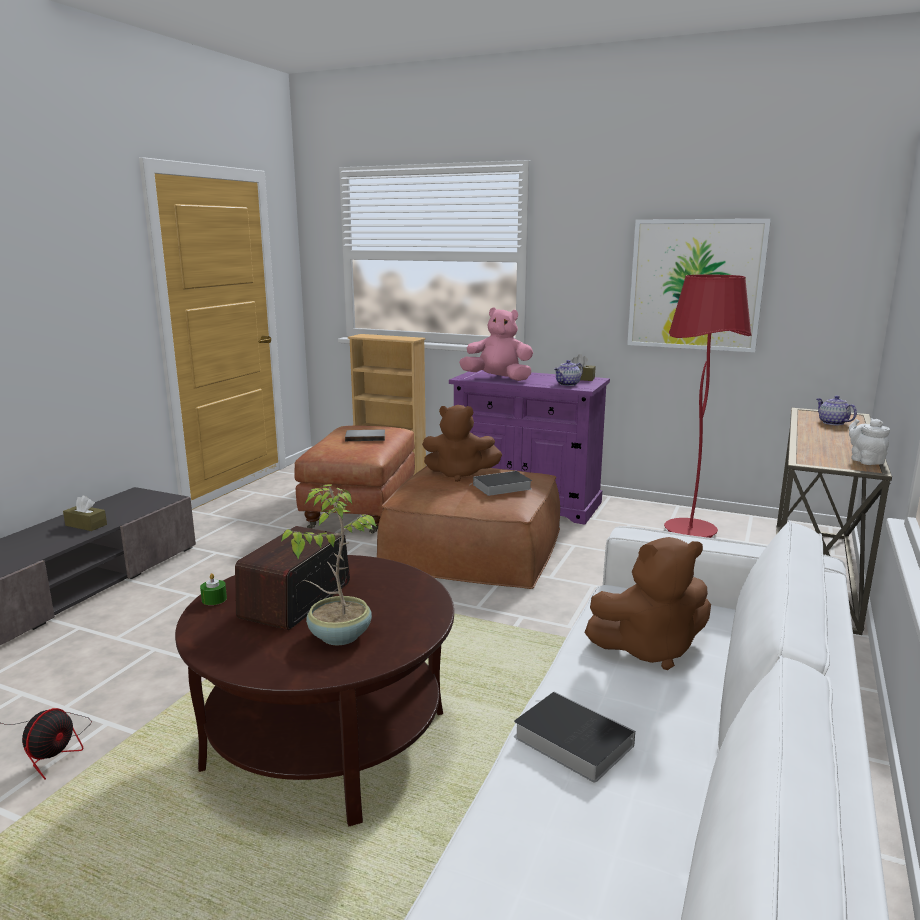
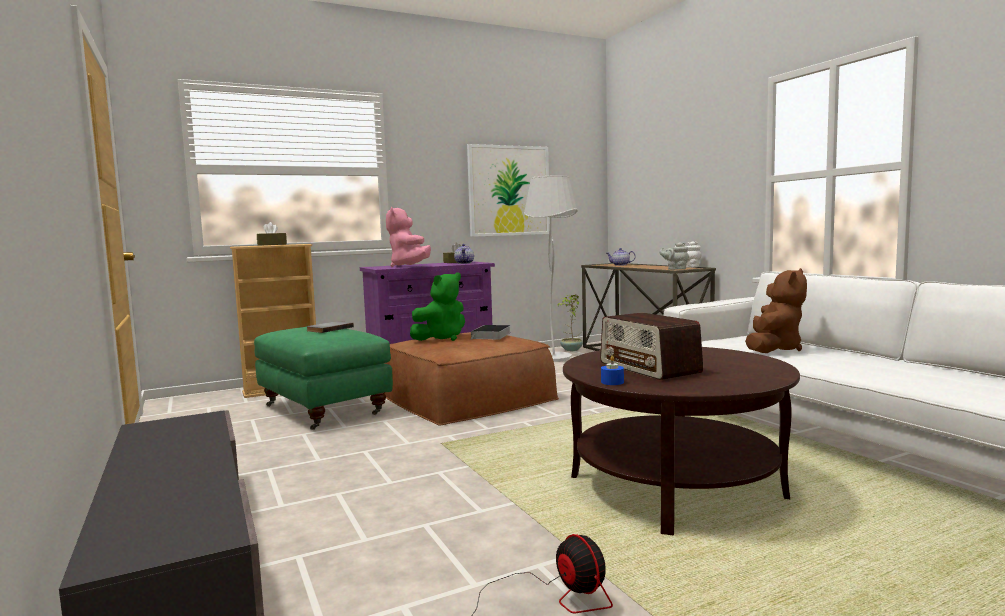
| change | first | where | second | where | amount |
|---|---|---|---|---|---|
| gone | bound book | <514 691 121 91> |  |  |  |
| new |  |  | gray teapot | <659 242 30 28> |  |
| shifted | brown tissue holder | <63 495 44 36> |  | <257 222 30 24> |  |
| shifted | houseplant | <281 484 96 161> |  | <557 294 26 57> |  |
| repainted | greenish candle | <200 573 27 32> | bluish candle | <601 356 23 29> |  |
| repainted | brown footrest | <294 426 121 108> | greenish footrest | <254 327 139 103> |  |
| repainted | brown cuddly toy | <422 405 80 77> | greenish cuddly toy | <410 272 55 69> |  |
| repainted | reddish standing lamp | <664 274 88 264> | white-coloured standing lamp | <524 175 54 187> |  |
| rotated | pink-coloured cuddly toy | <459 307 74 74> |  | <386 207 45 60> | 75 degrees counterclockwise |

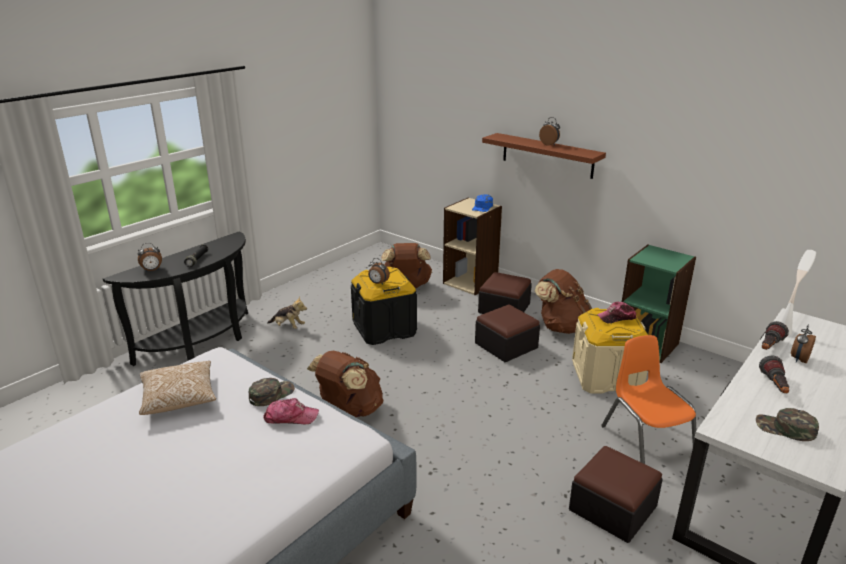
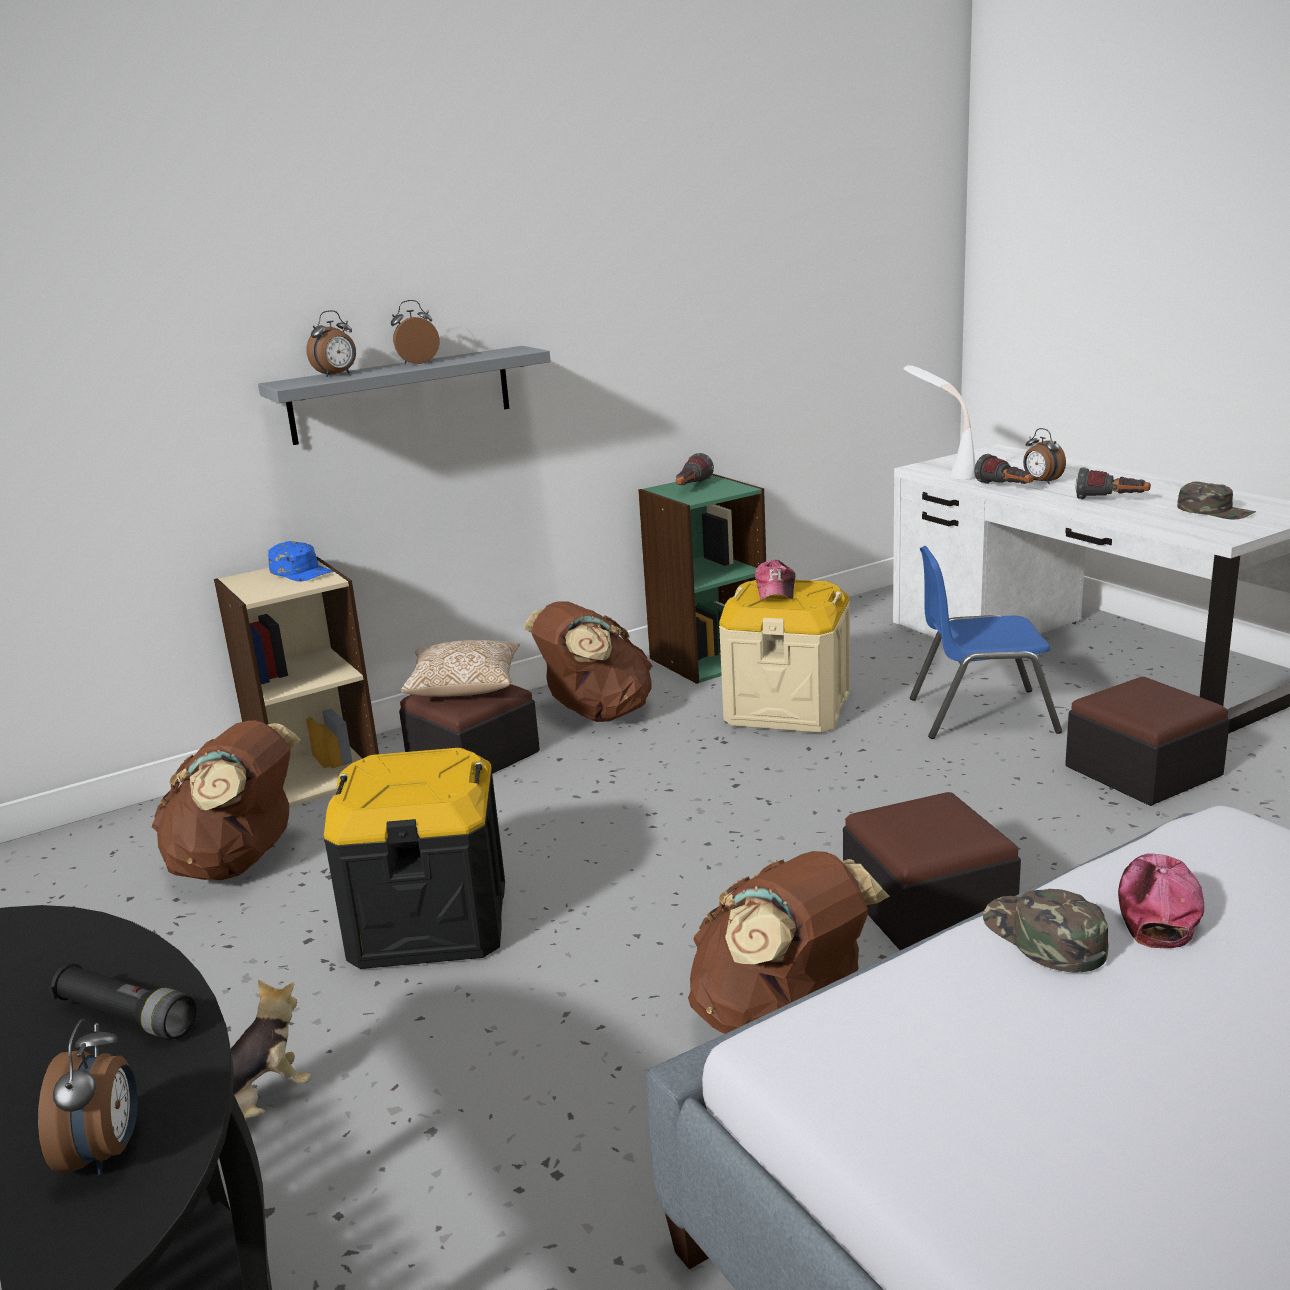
| change | first | where | second | where | amount |
|---|---|---|---|---|---|
| new |  |  | torch | <676 453 38 32> |  |
| shifted | throw pillow | <139 361 77 54> |  | <401 640 119 57> |  |
| shifted | alarm clock | <368 258 22 27> |  | <306 310 50 67> |  |
| shifted | footrest | <475 305 65 57> |  | <843 792 178 158> |  |
| repainted | brown bracket shelf | <482 133 124 46> | gray bracket shelf | <258 346 292 99> |  |
| repainted | orange-coloured chair | <601 335 96 129> | bluish chair | <910 546 152 193> |  |
| rotated | greenish baseball cap | <756 408 63 33> |  | <1177 482 79 38> | 90 degrees counterclockwise |

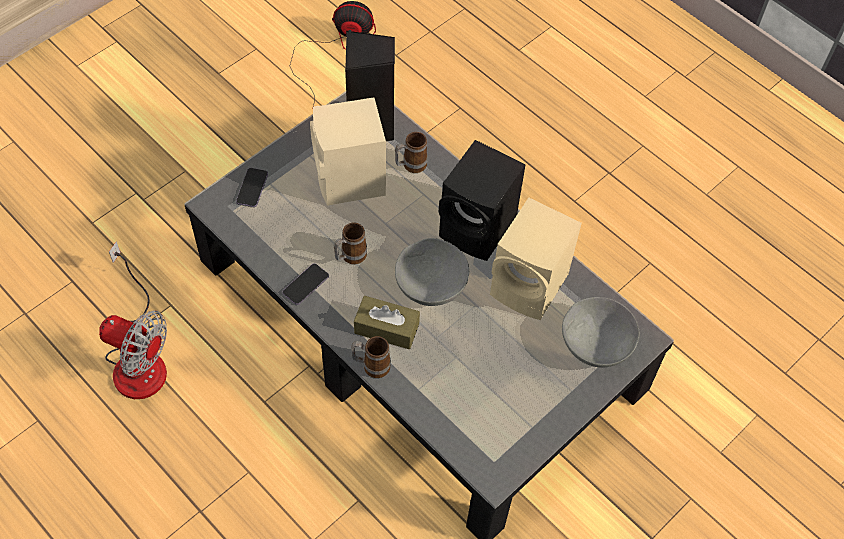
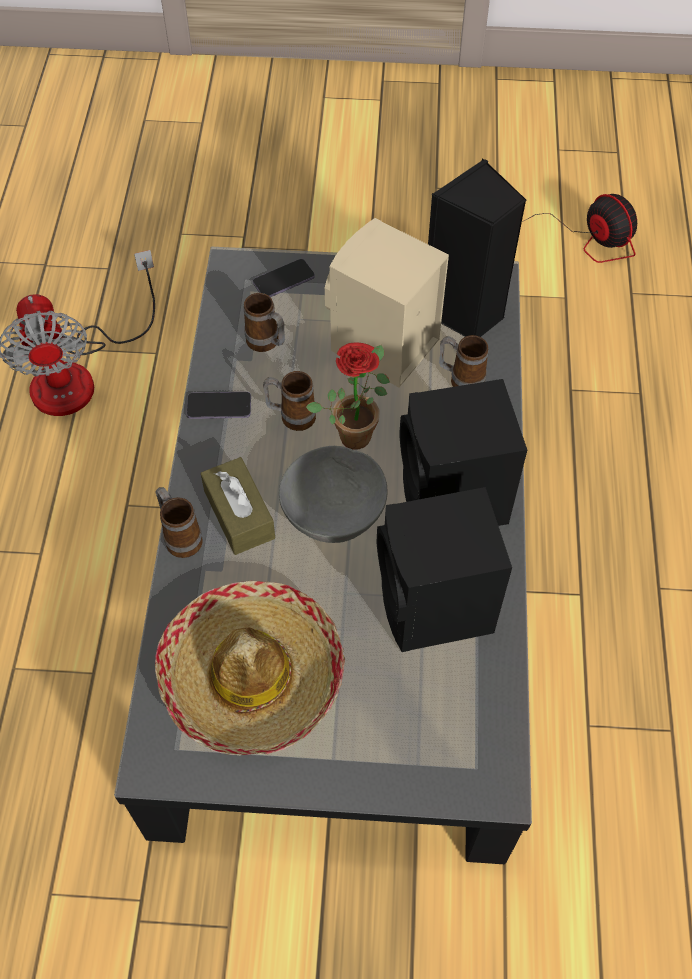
| change | first | where | second | where | amount |
|---|---|---|---|---|---|
| gone | gray serving bowl | <562 297 78 71> |  |  |  |
| new |  |  | clothing hat | <155 581 190 174> |  |
| new |  |  | coffee mug | <244 293 41 59> |  |
| new |  |  | houseplant | <306 342 84 107> |  |
| repainted | sand-coloured loudspeaker | <490 197 92 123> | black loudspeaker | <377 487 135 165> |  |

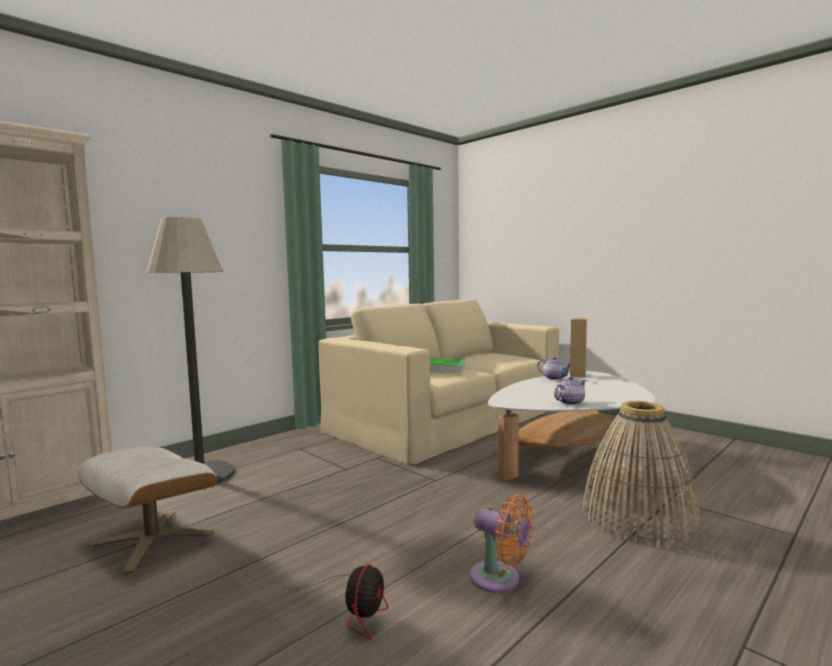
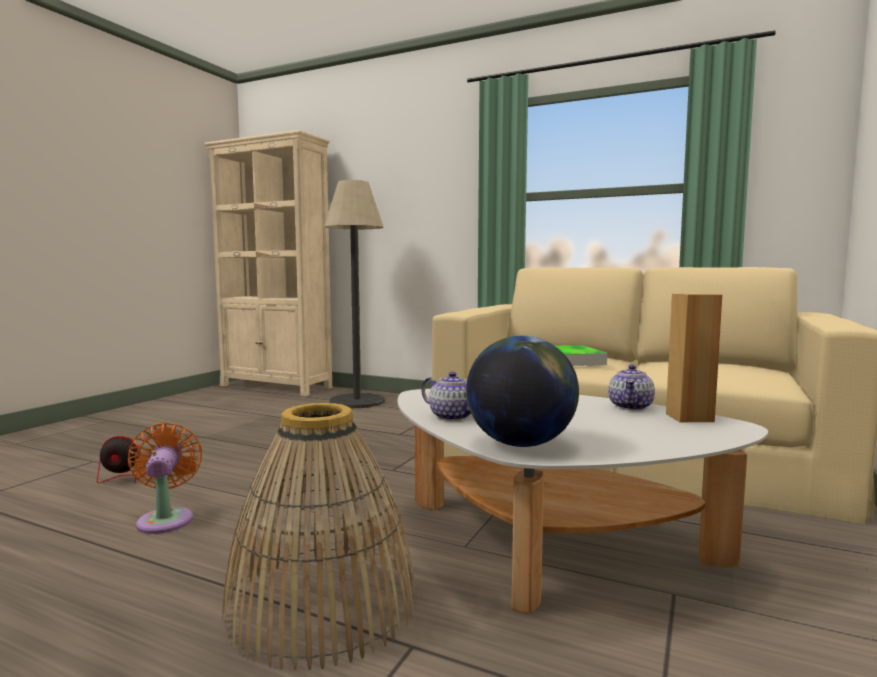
| change | first | where | second | where | amount |
|---|---|---|---|---|---|
| gone | sand-coloured footrest | <78 447 139 127> |  |  |  |
| new |  |  | world globe | <466 336 113 111> |  |
| rotated | orange-coloured electric fan | <470 494 64 99> |  | <128 423 74 111> | 150 degrees clockwise |

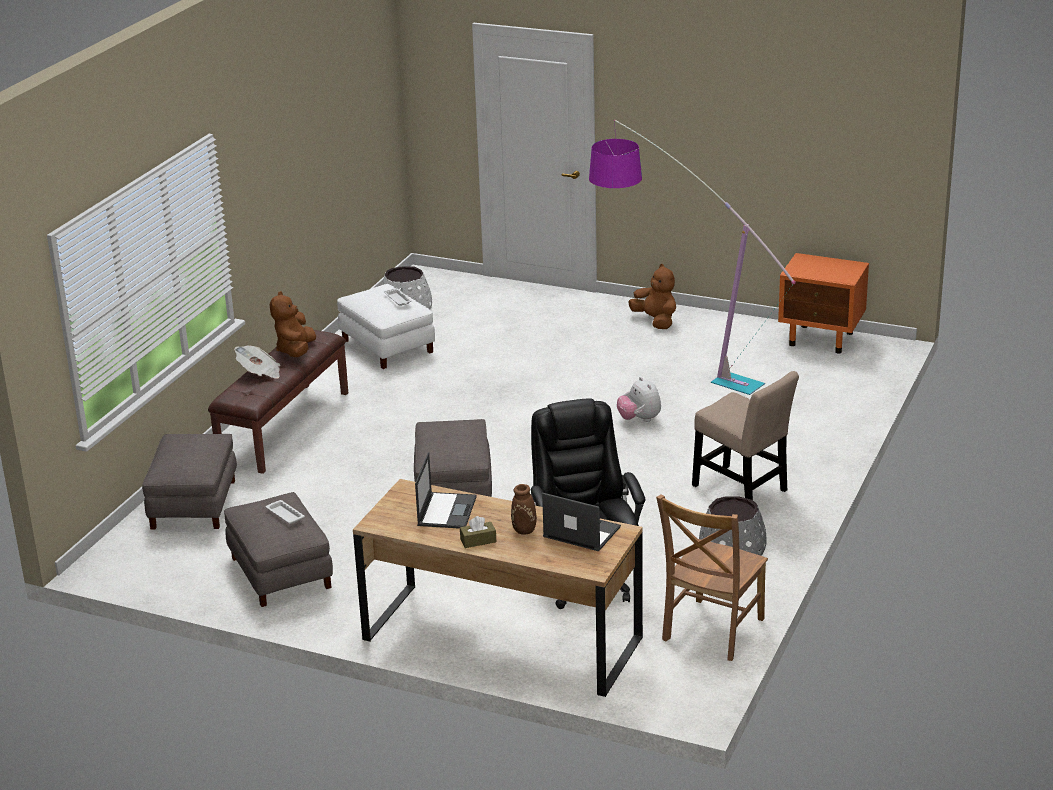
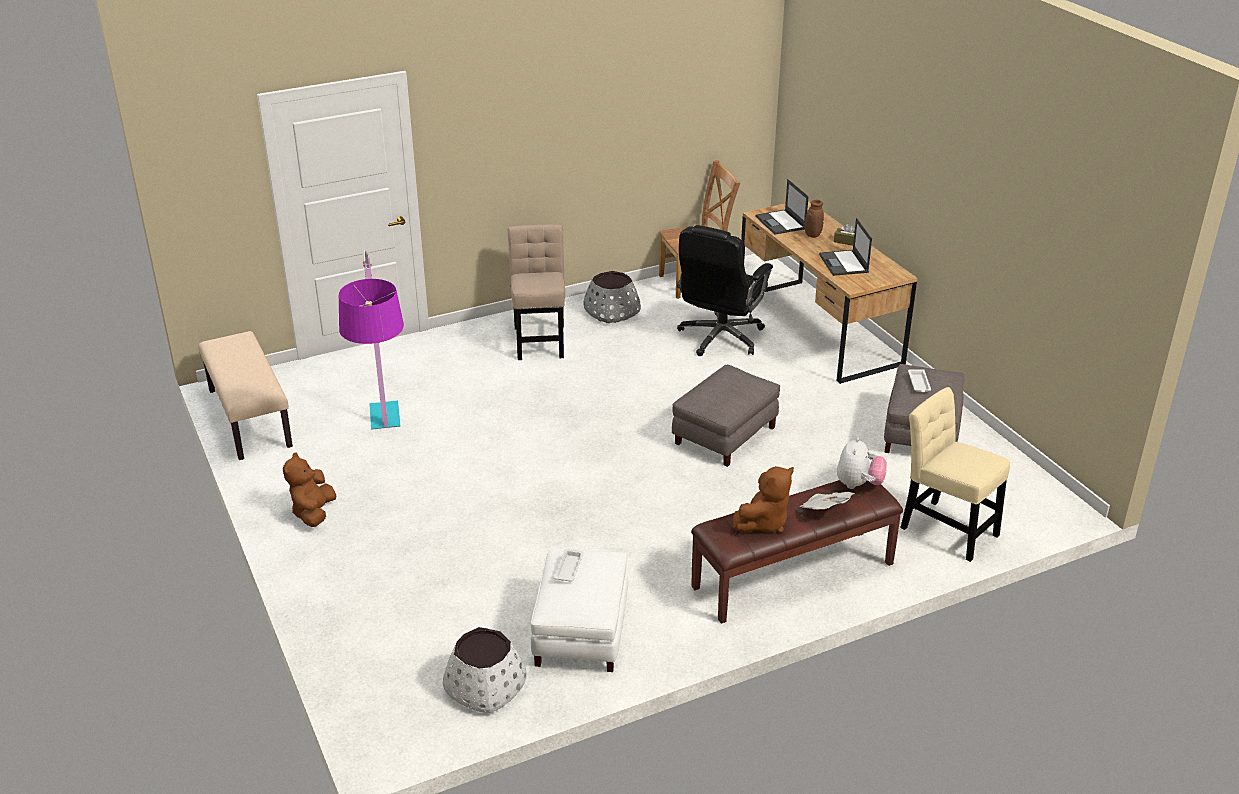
| change | first | where | second | where | amount |
|---|---|---|---|---|---|
| shifted | cuddly toy | <617 377 44 45> |  | <837 437 50 52> |  |
| swapped | gray footrest | <142 434 95 96> | sand-coloured chair | <900 387 110 175> |  |
| swapped | orange-coloured nightstand | <778 253 91 101> | sand-coloured long seat | <198 331 95 129> |  |
| rotated | notebook computer | <415 452 61 77> |  | <819 218 53 58> | 60 degrees counterclockwise |

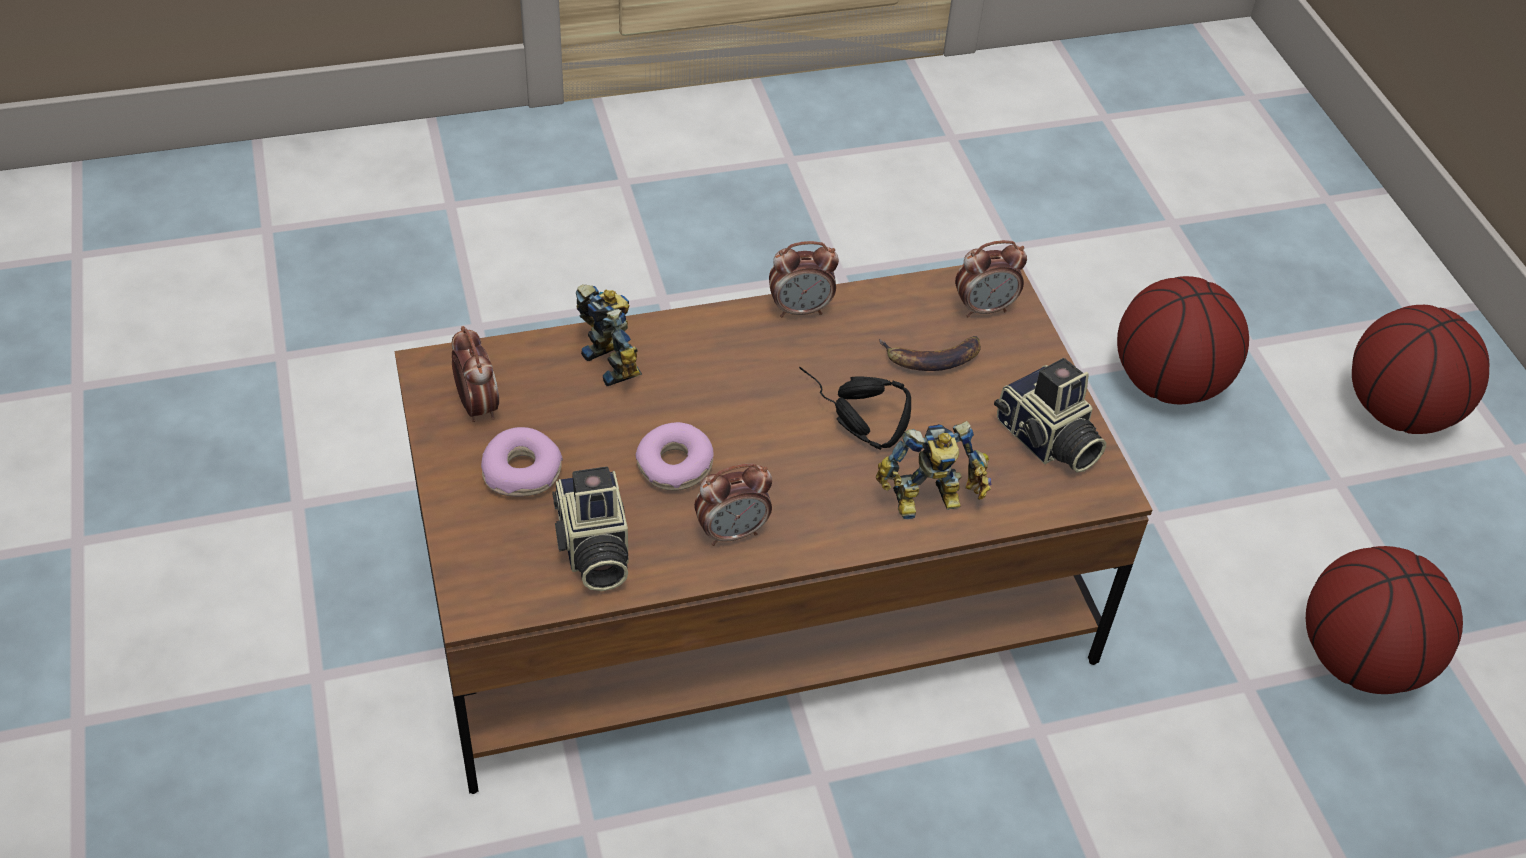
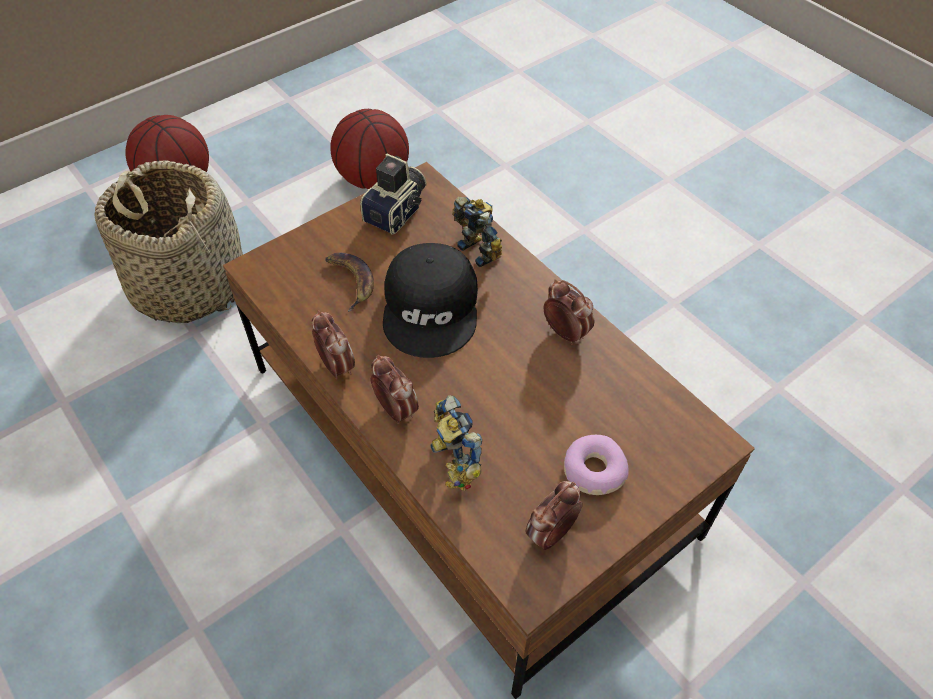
| change | first | where | second | where | amount |
|---|---|---|---|---|---|
| gone | still camera | <552 467 77 124> |  |  |  |
| gone | ring doughnut | <636 422 77 69> |  |  |  |
| shifted | alarm clock | <955 240 72 77> |  | <370 355 49 69> |  |
| swapped | black headset | <799 367 112 83> | black baseball cap | <383 243 95 115> |  |
| swapped | basketball | <1117 276 132 128> | storage basket | <94 161 149 162> |  |
| rotated | model robot | <576 284 66 102> |  | <430 395 52 96> | 60 degrees counterclockwise |

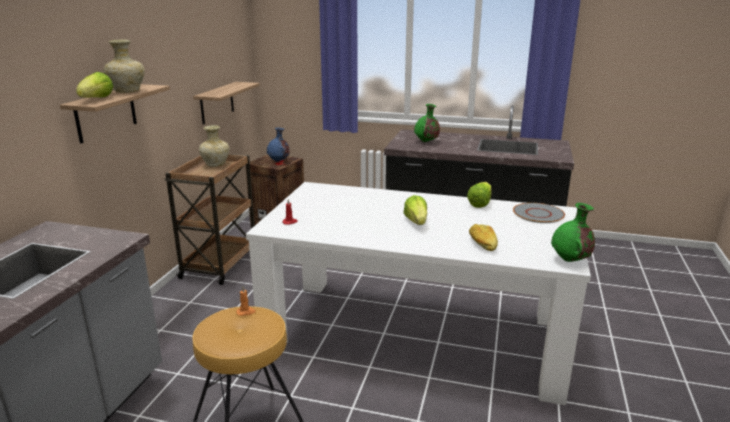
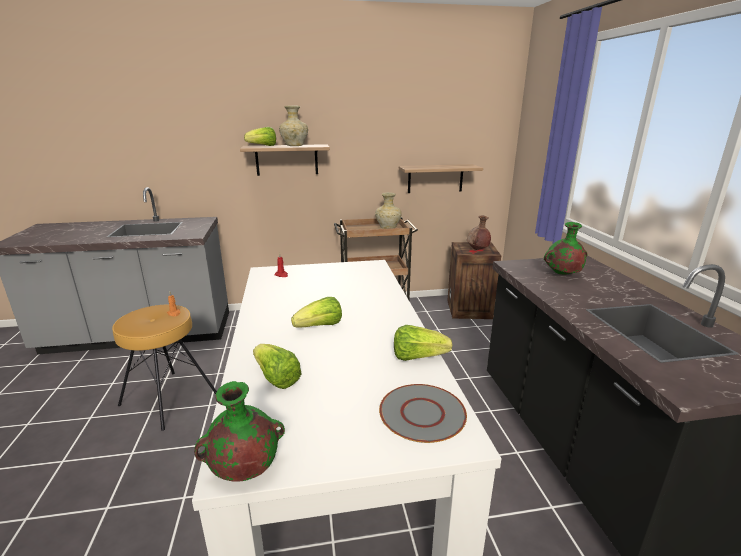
| change | first | where | second | where | amount |
|---|---|---|---|---|---|
| swapped | bakery bread | <469 224 29 27> | head of lettuce | <253 344 49 45> |  |
| repainted | bluish vase | <267 128 23 34> | brown vase | <467 216 24 34> |  |

